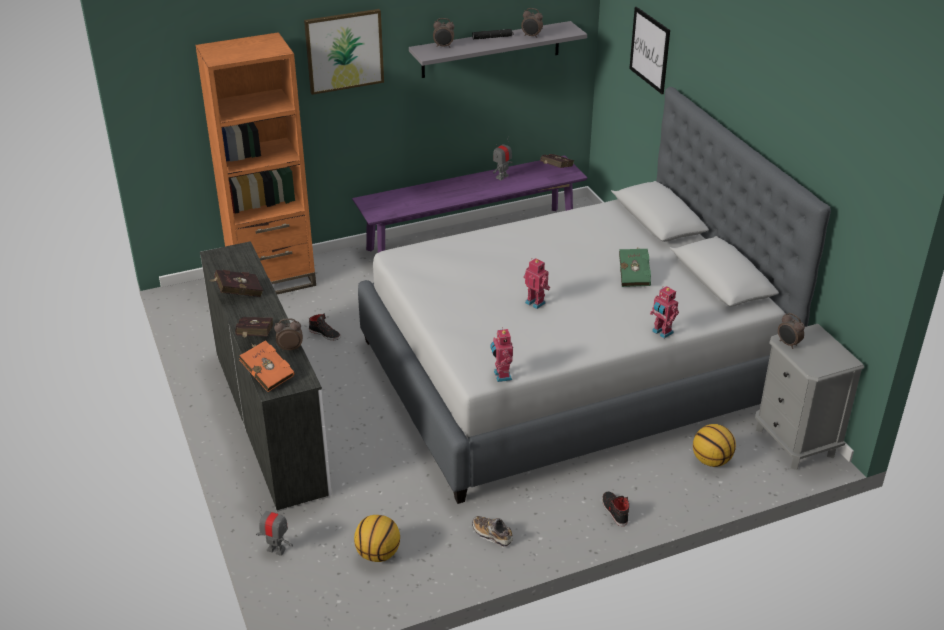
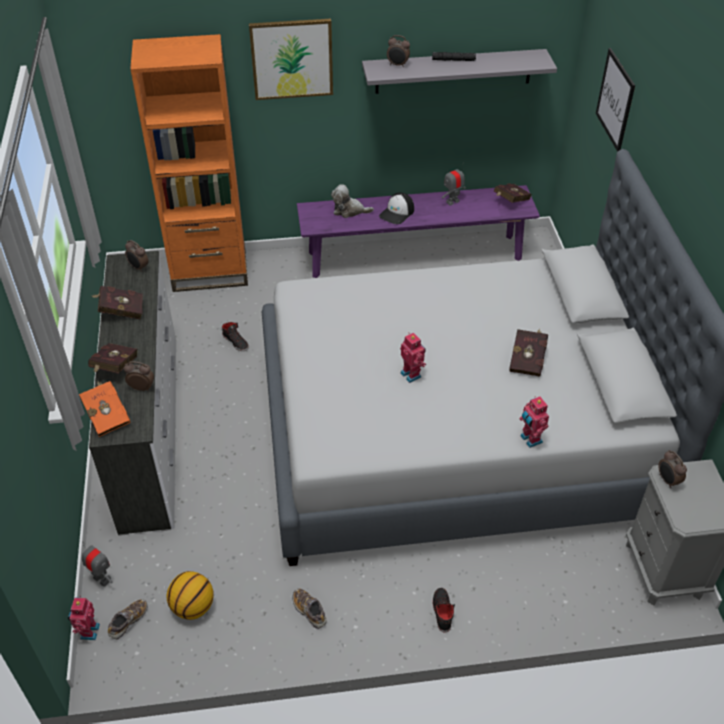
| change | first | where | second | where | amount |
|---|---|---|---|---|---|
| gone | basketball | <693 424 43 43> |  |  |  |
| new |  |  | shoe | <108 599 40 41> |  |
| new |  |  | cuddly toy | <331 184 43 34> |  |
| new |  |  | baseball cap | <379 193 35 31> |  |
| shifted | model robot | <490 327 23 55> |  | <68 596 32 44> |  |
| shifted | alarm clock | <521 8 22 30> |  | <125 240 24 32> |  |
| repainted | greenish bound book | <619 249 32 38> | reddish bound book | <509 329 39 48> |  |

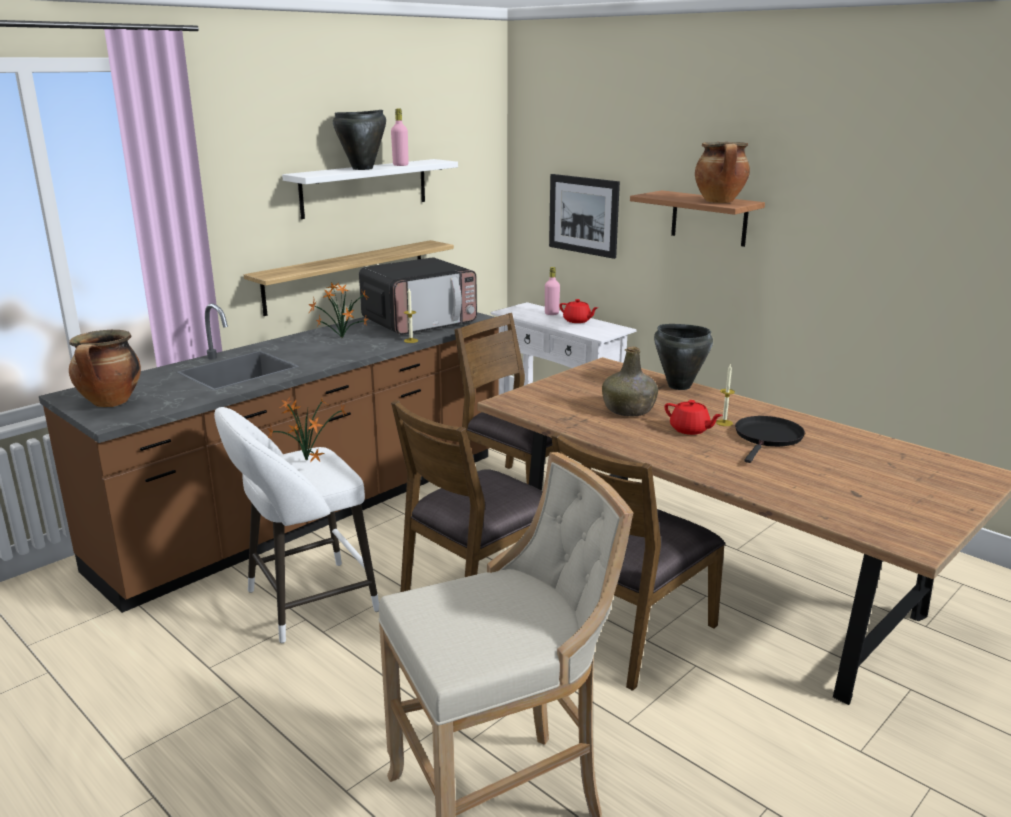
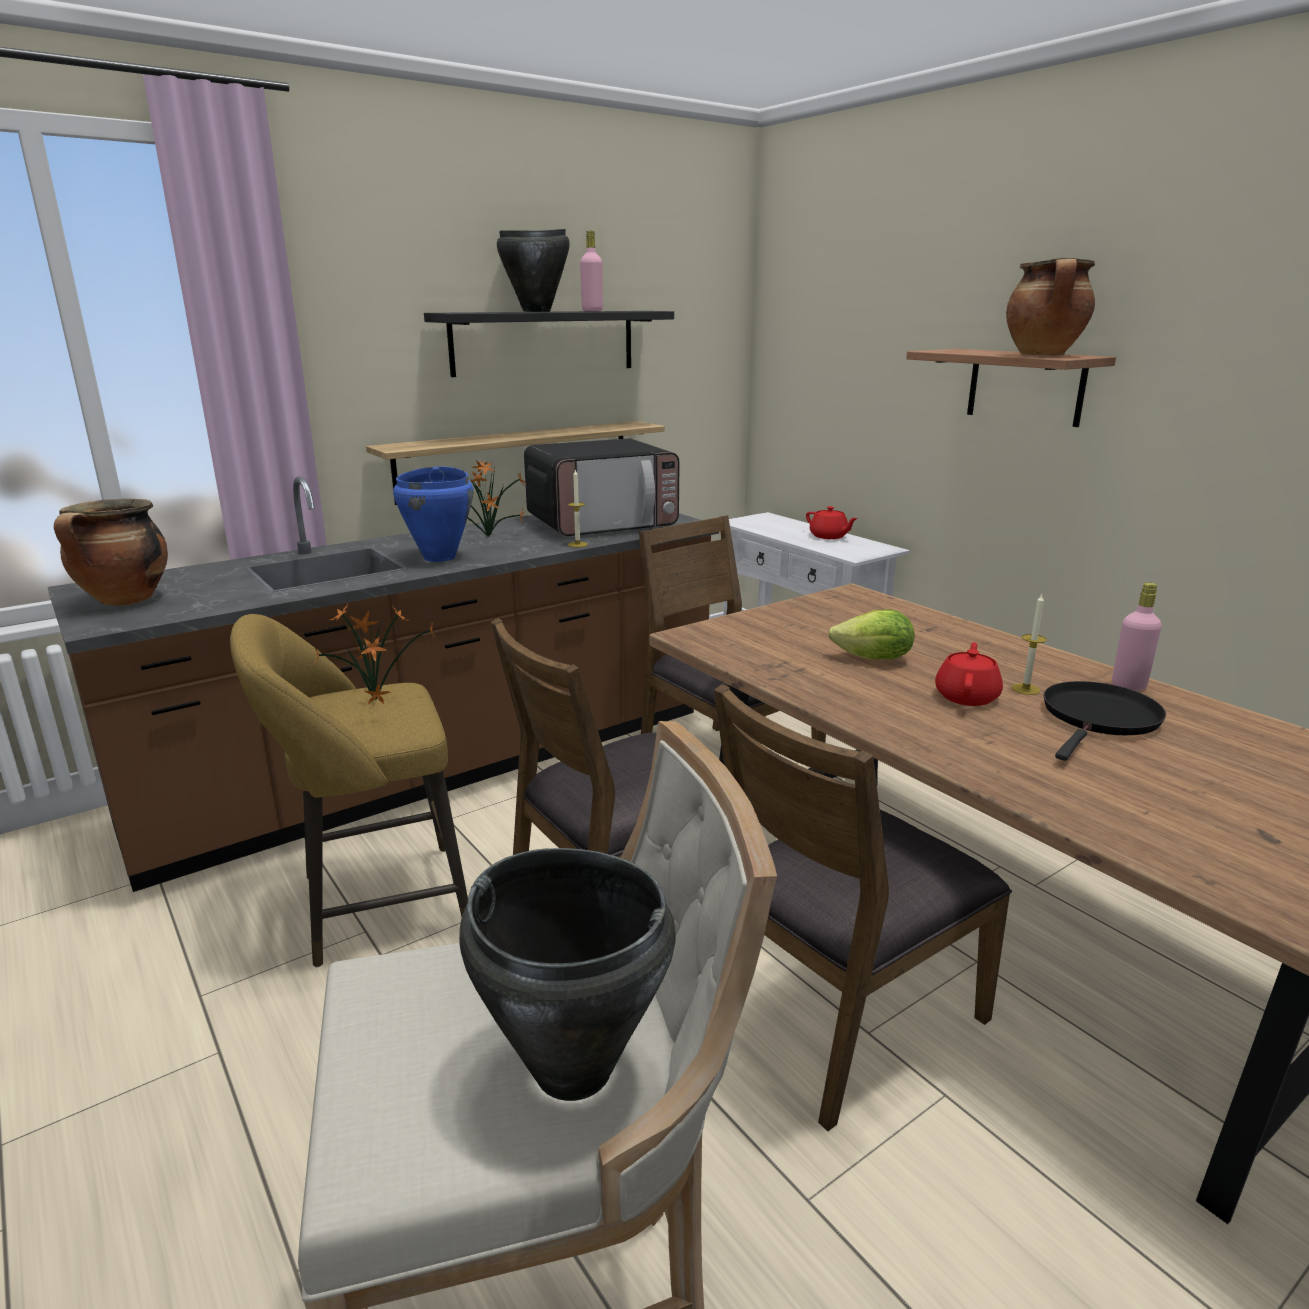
| change | first | where | second | where | amount |
|---|---|---|---|---|---|
| gone | picture | <549 174 71 85> |  |  |  |
| new |  |  | bluish stockpot | <393 466 80 96> |  |
| shifted | pink-coloured drink bottle | <545 267 15 48> |  | <1112 583 50 108> |  |
| shifted | black stockpot | <654 324 59 66> |  | <459 848 217 253> |  |
| swapped | greenish drink bottle | <602 347 56 69> | head of lettuce | <828 609 86 51> |  |
| repainted | white-coloured stool seat | <214 407 165 236> | yellow-coloured stool seat | <230 614 238 353> |  |
| repainted | white-coloured bracket shelf | <282 159 176 60> | black bracket shelf | <424 311 250 66> |  |
| rotated | reddish teapot | <664 400 59 35> |  | <935 642 68 64> | 120 degrees counterclockwise |

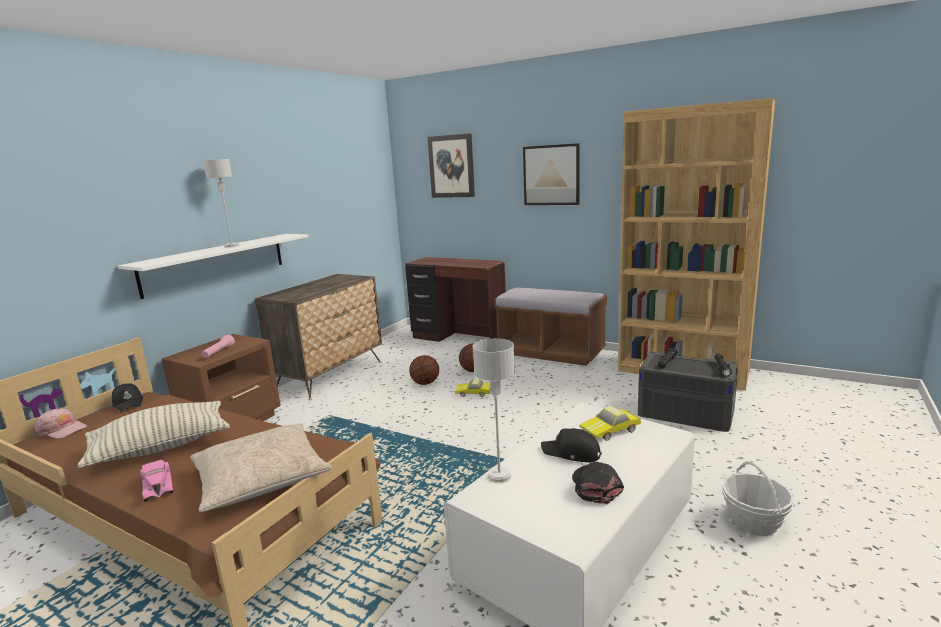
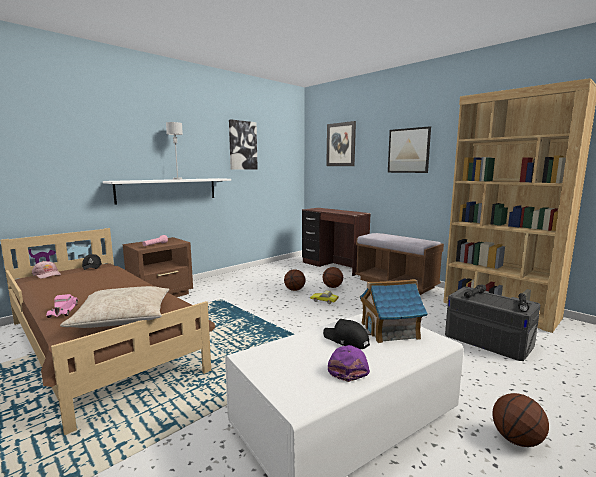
| change | first | where | second | where | amount |
|---|---|---|---|---|---|
| gone | throw pillow | <77 401 153 67> |  |  |  |
| gone | drawer chest | <255 274 127 127> |  |  |  |
| gone | gray table lamp | <473 338 42 145> |  |  |  |
| new |  |  | picture | <229 119 29 51> |  |
| swapped | miniature car | <579 406 62 35> | model house | <360 279 68 64> |  |
| swapped | storage basket | <722 461 72 75> | basketball | <492 393 57 54> |  |
| repainted | black baseball cap | <572 462 52 42> | purple-coloured baseball cap | <328 345 42 37> |  |

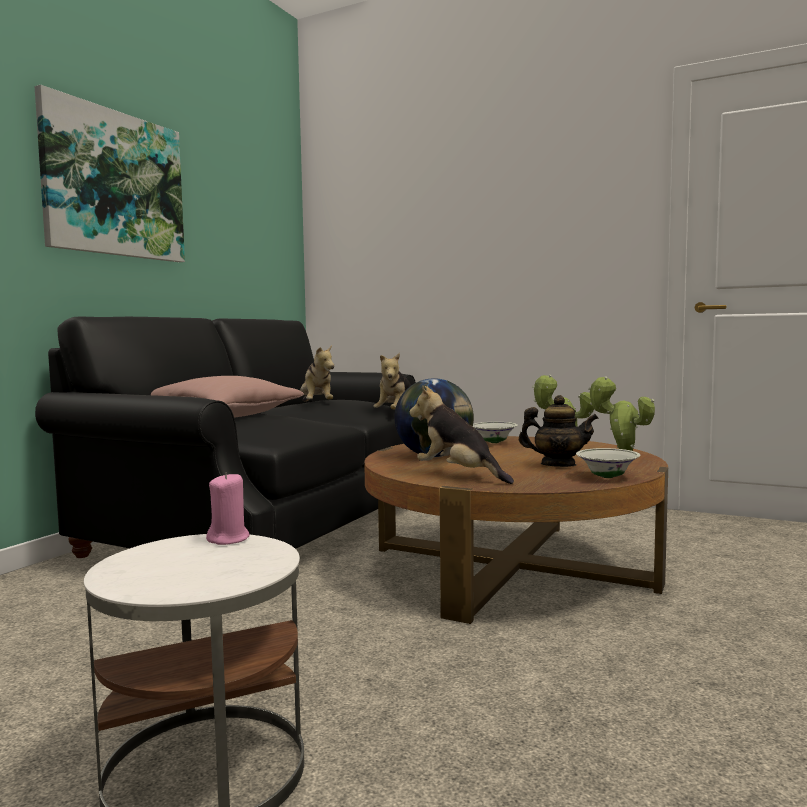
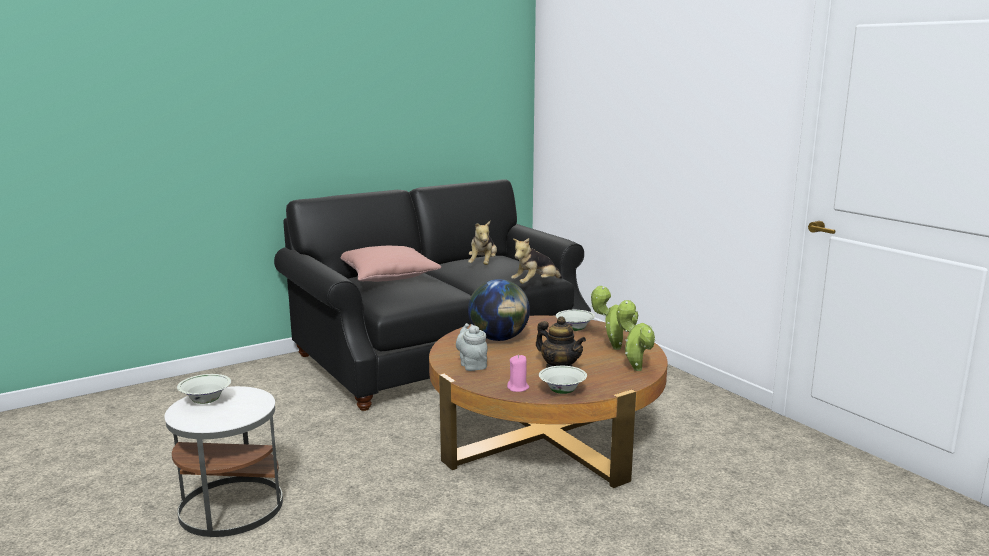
| change | first | where | second | where | amount |
|---|---|---|---|---|---|
| gone | picture | <34 85 151 177> |  |  |  |
| new |  |  | white-coloured serving bowl | <177 374 54 30> |  |
| shifted | pink-coloured candle | <206 472 44 73> |  | <507 355 22 37> |  |
| swapped | cuddly toy | <409 386 105 98> | gray teapot | <456 323 32 48> |  |

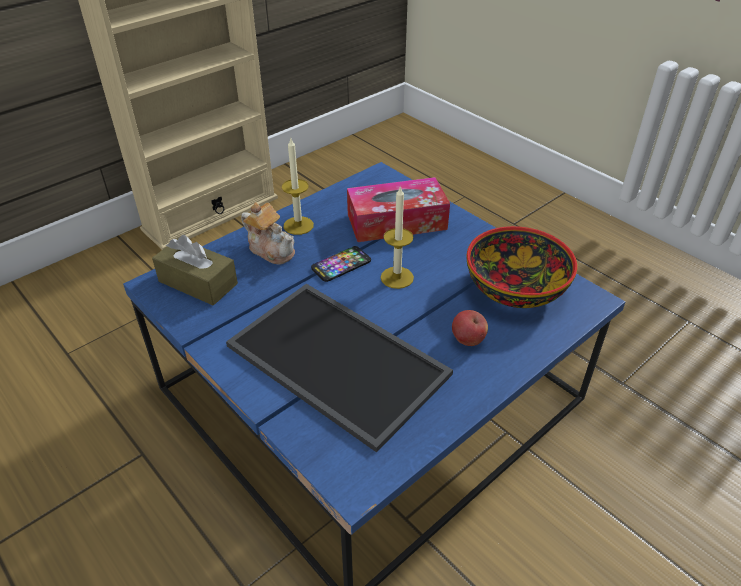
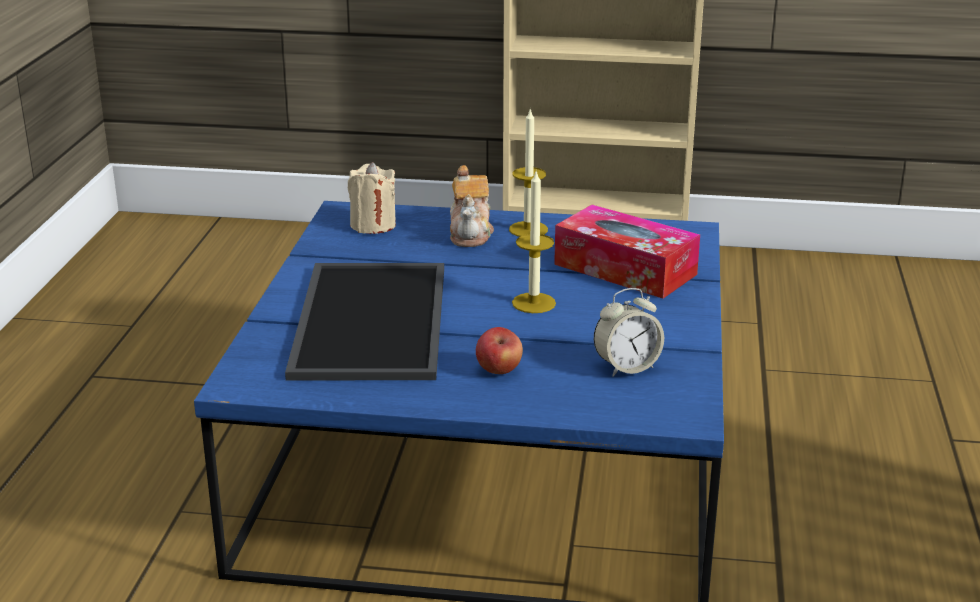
| change | first | where | second | where | amount |
|---|---|---|---|---|---|
| gone | phone | <311 246 60 36> |  |  |  |
| swapped | brown tissue holder | <152 235 86 70> | sand-coloured candle | <348 162 48 72> |  |
| swapped | serving bowl | <466 226 111 82> | alarm clock | <594 288 70 89> |  |

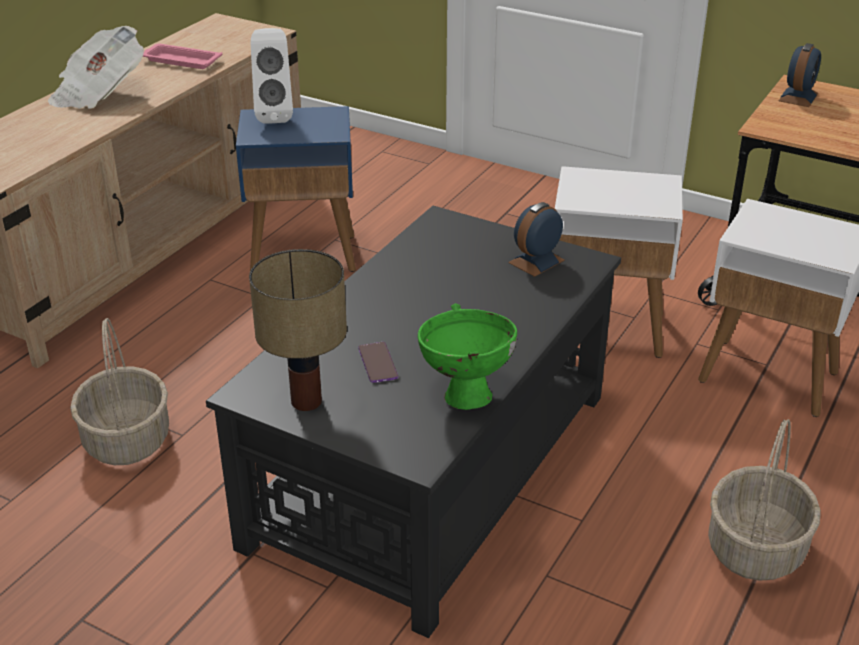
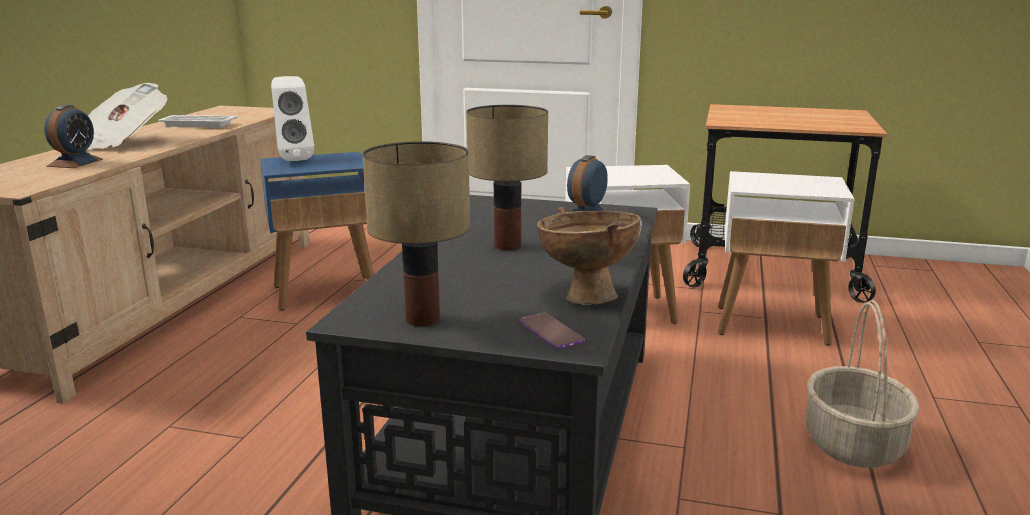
| change | first | where | second | where | amount |
|---|---|---|---|---|---|
| gone | storage basket | <70 318 99 147> |  |  |  |
| new |  |  | table lamp | <466 105 82 145> |  |
| shifted | phone | <358 342 40 41> |  | <519 312 66 37> |  |
| shifted | alarm clock | <779 43 42 64> |  | <44 105 59 63> |  |
| repainted | pink-coloured carrying tray | <143 44 79 25> | white-coloured carrying tray | <158 115 79 12> |  |
| repainted | greenish serving bowl | <418 303 99 107> | brown serving bowl | <537 207 105 98> |  |

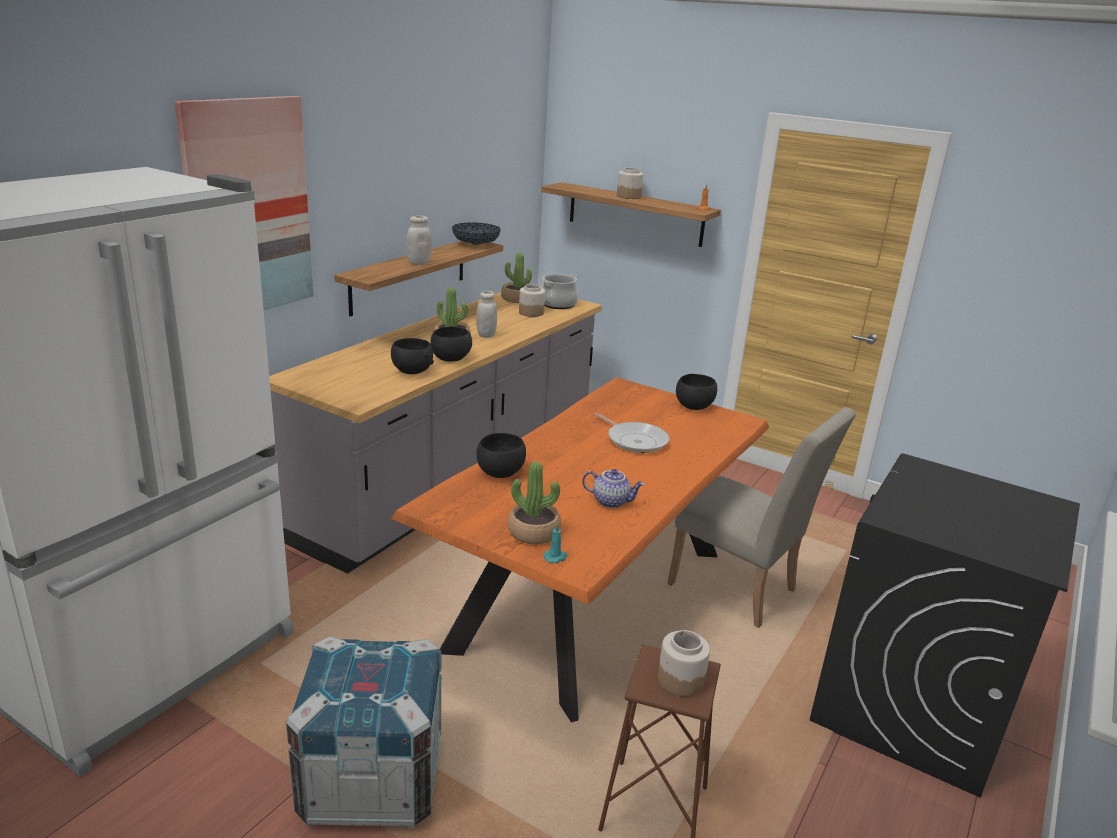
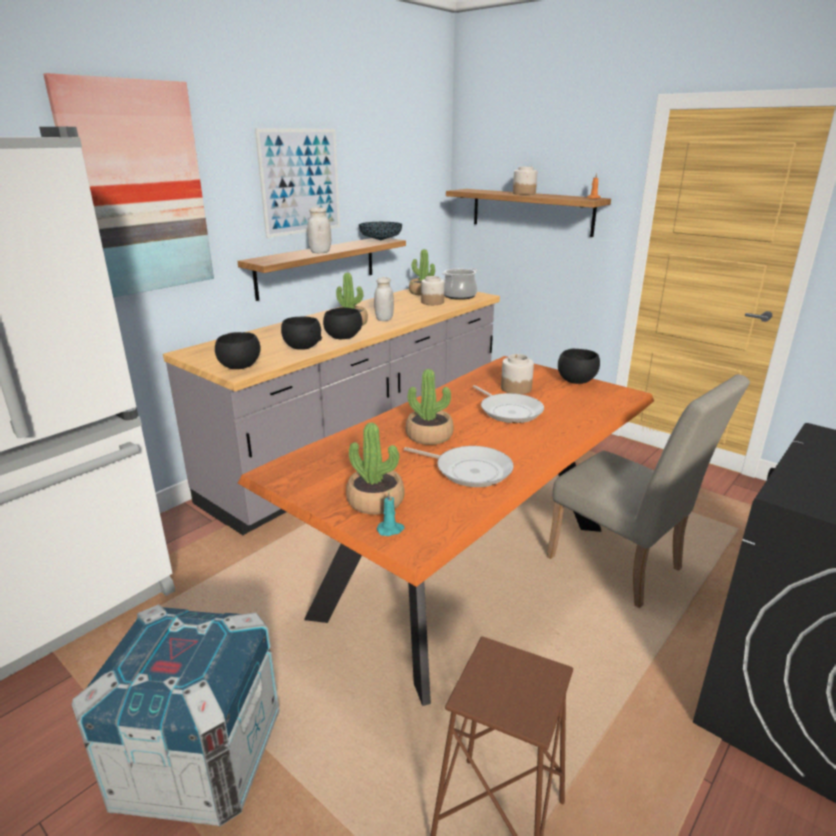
| change | first | where | second | where | amount |
|---|---|---|---|---|---|
| new |  |  | picture | <255 128 85 110> |  |
| new |  |  | houseplant | <406 369 47 76> |  |
| shifted | black serving bowl | <476 433 50 45> |  | <215 332 46 37> |  |
| shifted | preserve jar | <658 630 52 67> |  | <501 354 33 40> |  |
| swapped | teapot | <582 469 63 39> | skillet | <404 446 110 41> |  |

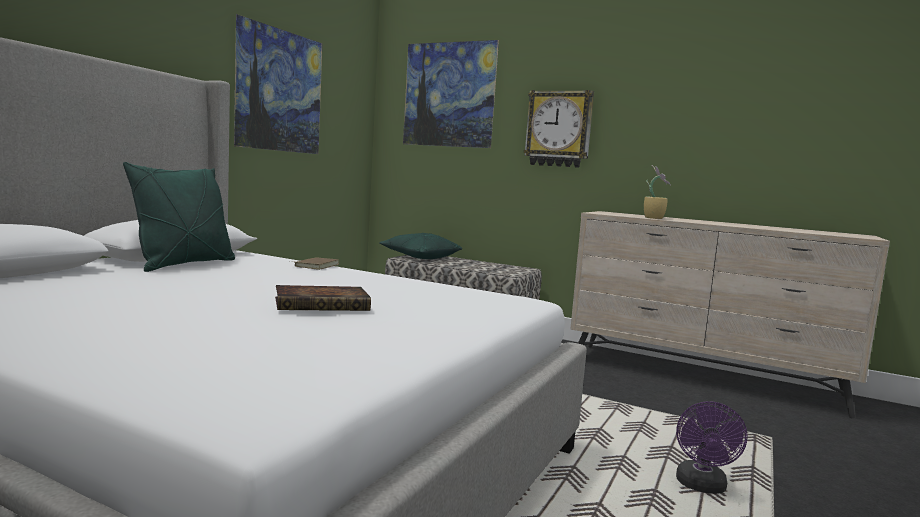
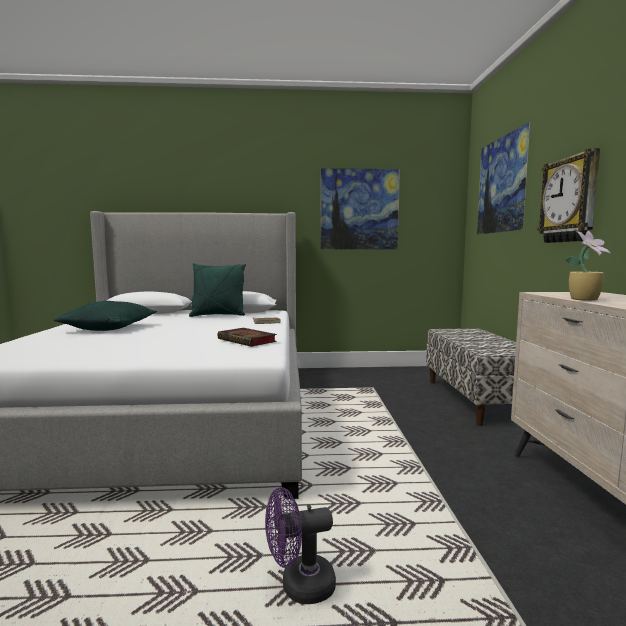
| change | first | where | second | where | amount |
|---|---|---|---|---|---|
| shifted | bound book | <275 285 96 26> |  | <218 328 59 19> |  |
| shifted | greenish throw pillow | <379 233 83 26> |  | <54 301 103 30> |  |

